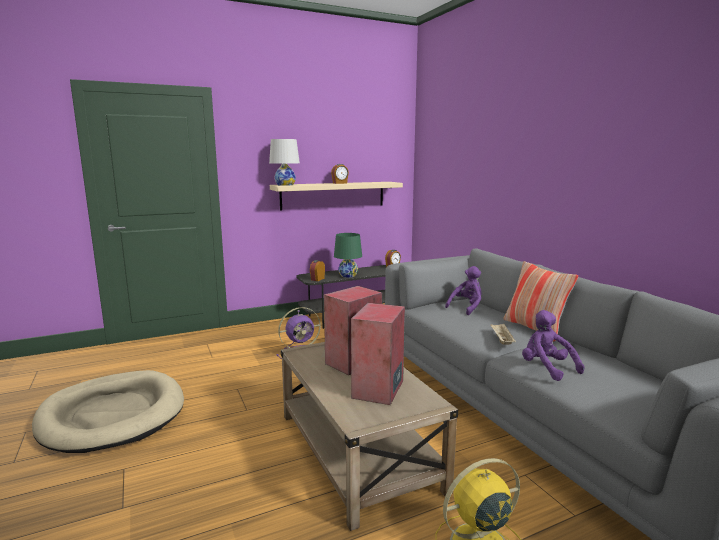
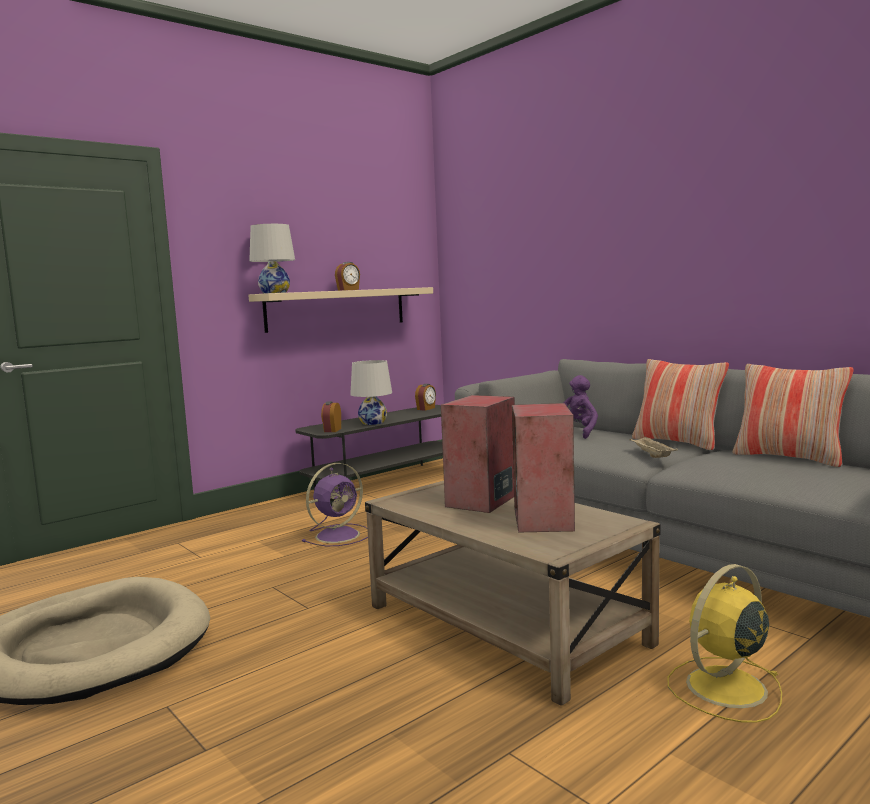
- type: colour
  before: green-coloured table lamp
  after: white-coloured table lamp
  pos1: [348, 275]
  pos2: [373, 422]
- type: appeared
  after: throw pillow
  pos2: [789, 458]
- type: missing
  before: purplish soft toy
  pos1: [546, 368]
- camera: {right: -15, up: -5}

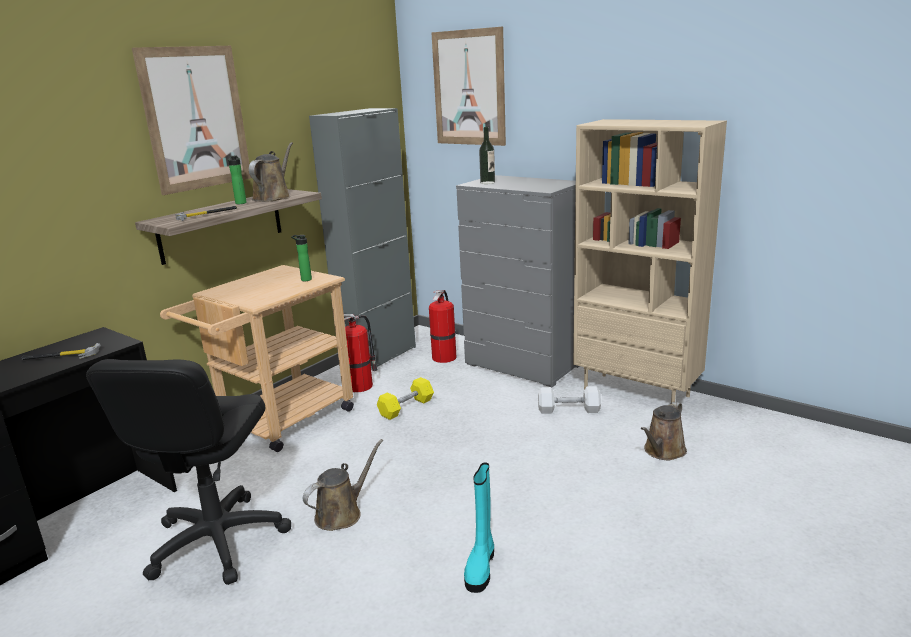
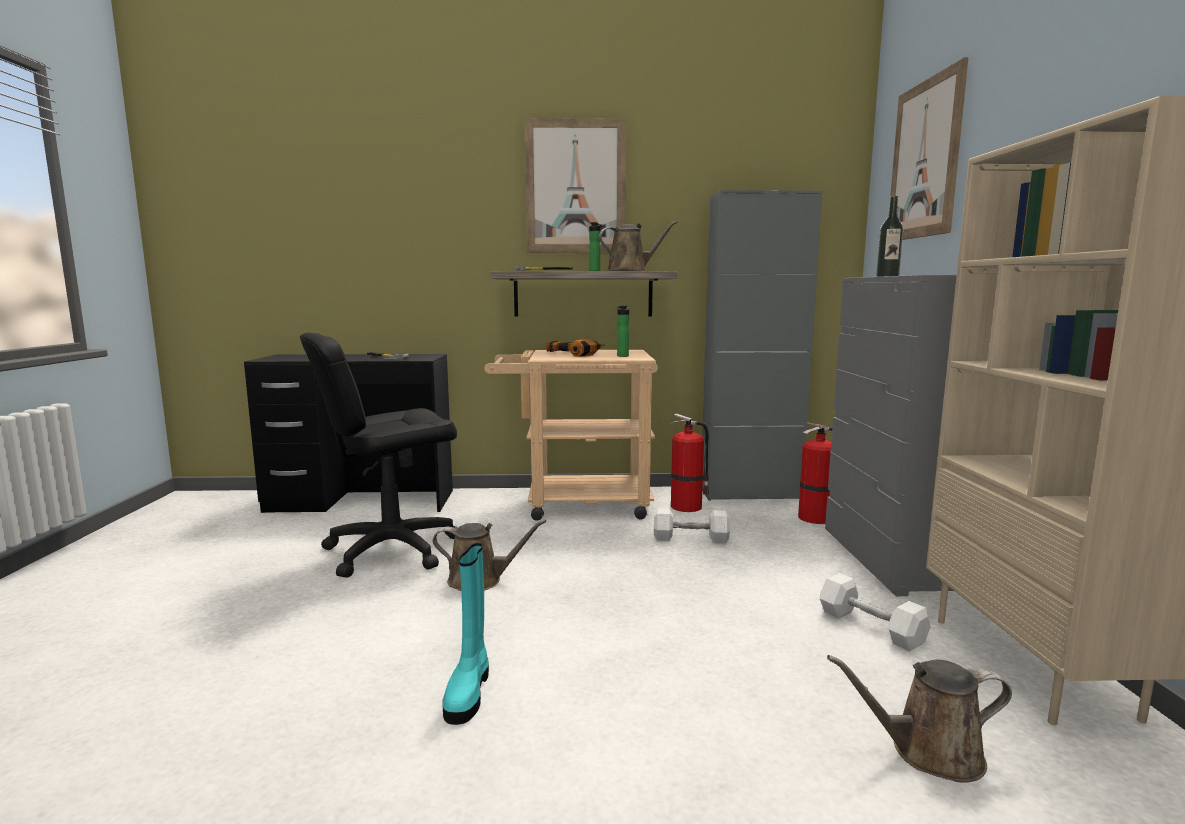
- type: spun
  before: turquoise tall boot
  pos1: [481, 567]
  pos2: [468, 692]
  turn: -60
- type: appeared
  after: electric drill
  pos2: [574, 354]
- type: colour
  before: yellowish hand weight
  after: white-coloured hand weight
  pos1: [406, 407]
  pos2: [690, 538]
- camera: {right: 50, up: -10}

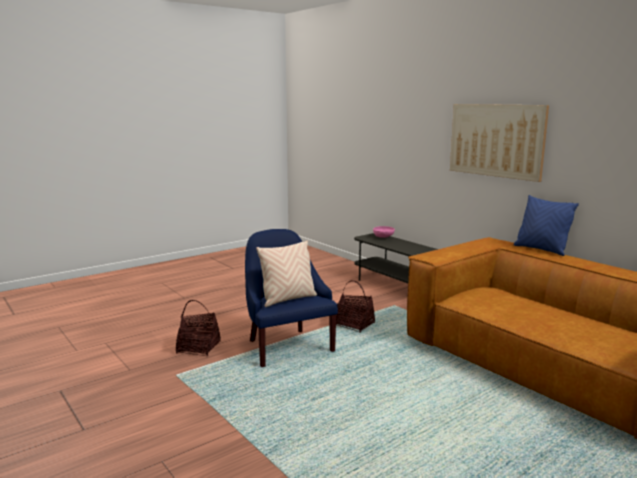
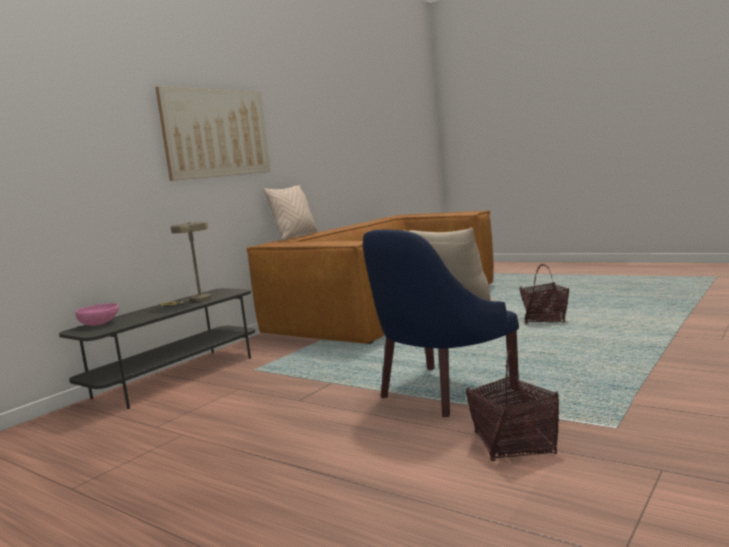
- type: appeared
  after: sand-coloured table lamp
  pos2: [196, 301]
- type: colour
  before: blue-coloured throw pillow
  after: sand-coloured throw pillow
  pos1: [541, 250]
  pos2: [295, 237]
- type: relocated
  before: basket
  pos1: [354, 325]
  pos2: [545, 319]
- camera: {right: -105, up: -5}

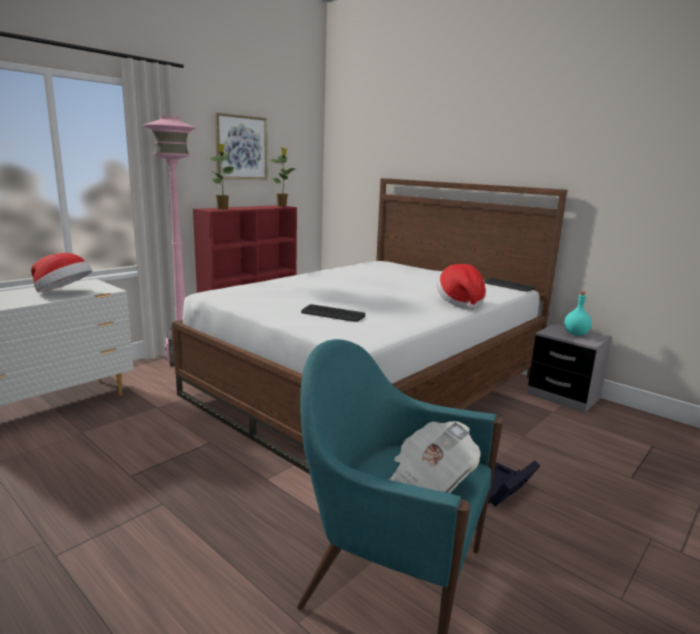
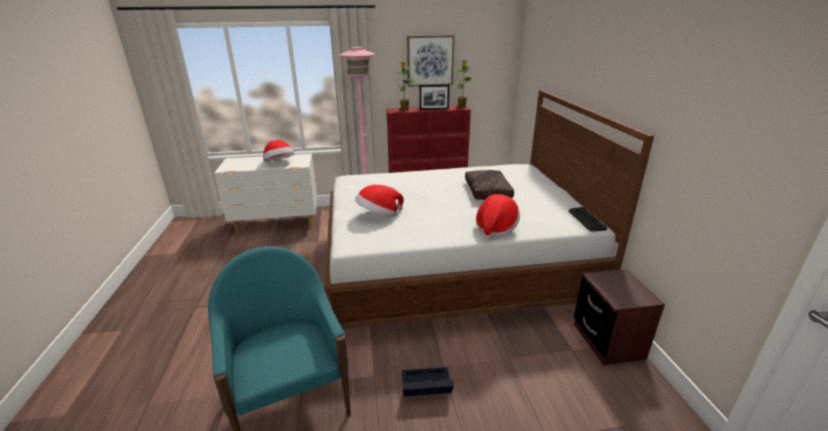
- type: exchanged
  before: computer keyboard
  after: clothing hat
  pos1: [332, 314]
  pos2: [379, 215]
- type: appeared
  after: standing frame
  pos2: [434, 109]
- type: appeared
  after: brown throw pillow
  pos2: [488, 191]
- type: colour
  before: greyish nightstand
  after: brown nightstand
  pos1: [563, 396]
  pos2: [607, 341]
- type: missing
  before: daily paper
  pos1: [428, 481]
- type: missing
  before: turquoise bottle
  pos1: [575, 334]
- camera: {right: 40, up: 10}

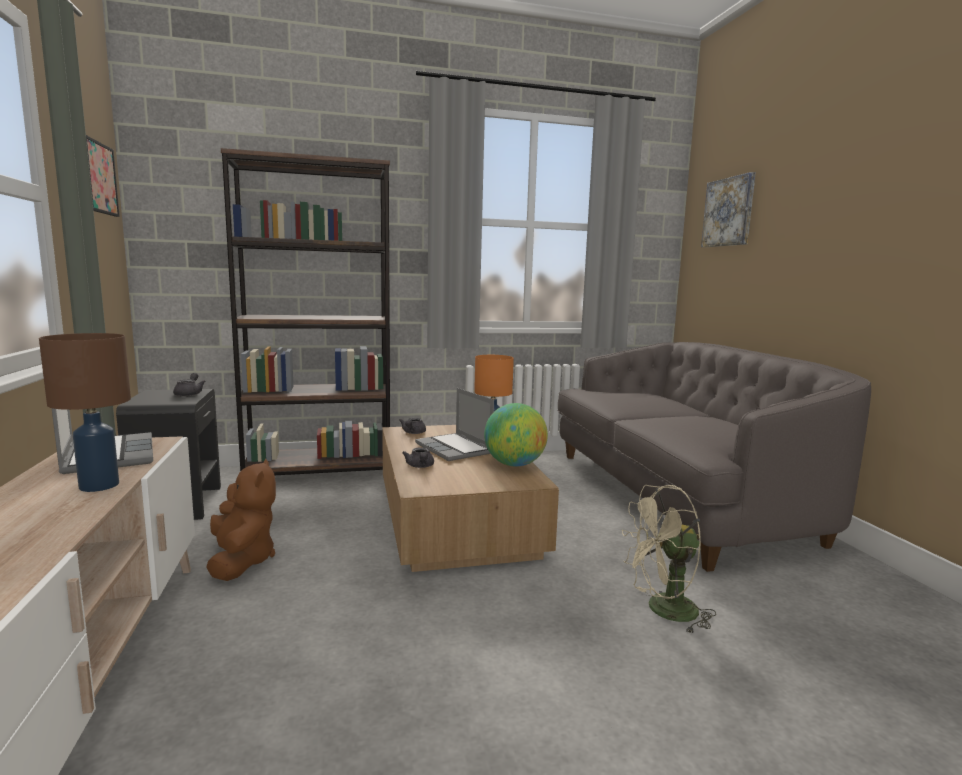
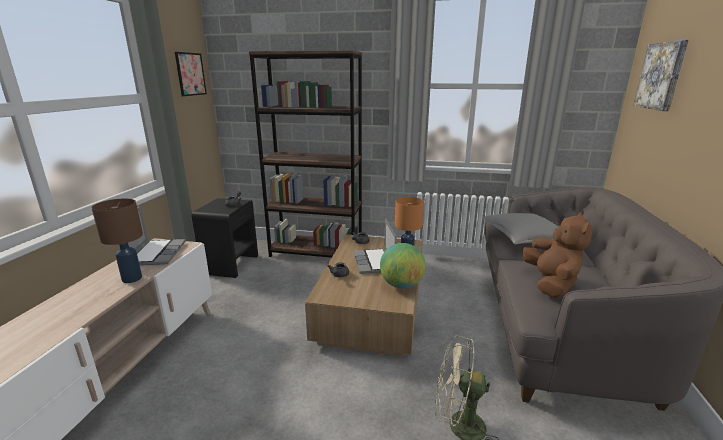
- type: appeared
  after: greyish throw pillow
  pos2: [523, 237]
- type: relocated
  before: brown soft toy
  pos1: [241, 561]
  pos2: [550, 283]
- camera: {right: 25, up: 10}

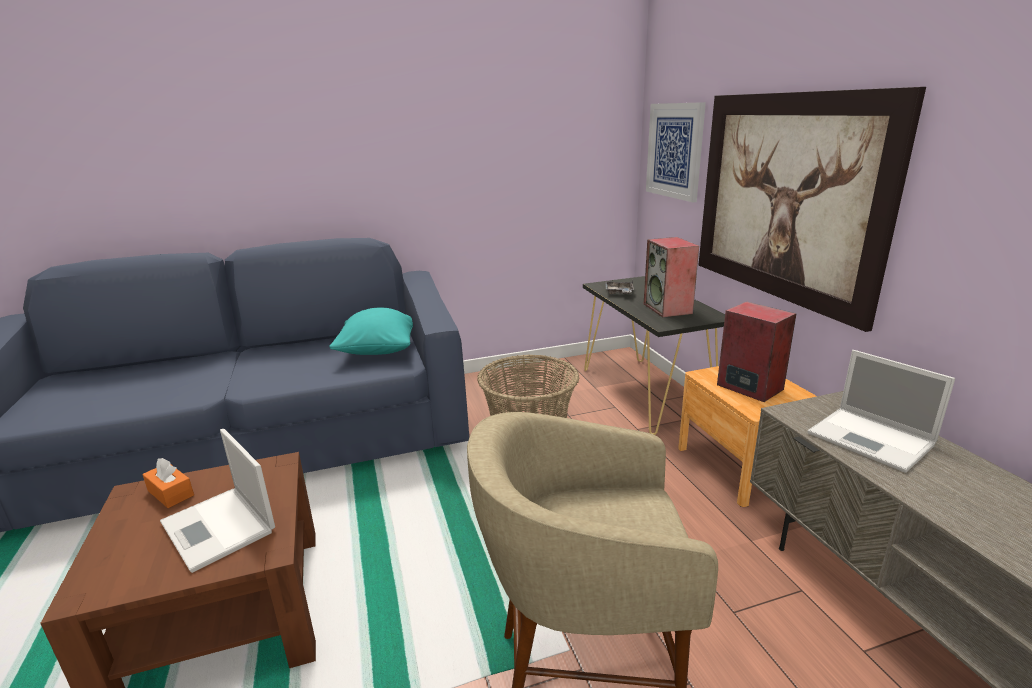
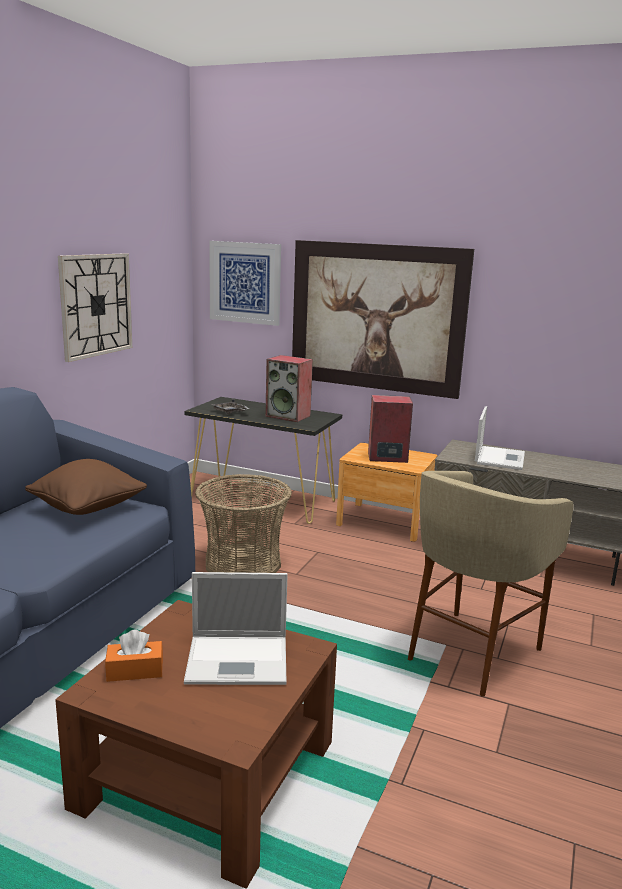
- type: colour
  before: turquoise throw pillow
  after: brown throw pillow
  pos1: [378, 352]
  pos2: [88, 509]
- type: appeared
  after: hanging clock
  pos2: [96, 305]
- type: spun
  before: portable computer
  pos1: [872, 439]
  pos2: [499, 458]
  turn: -75
- camera: {right: -50, up: -5}

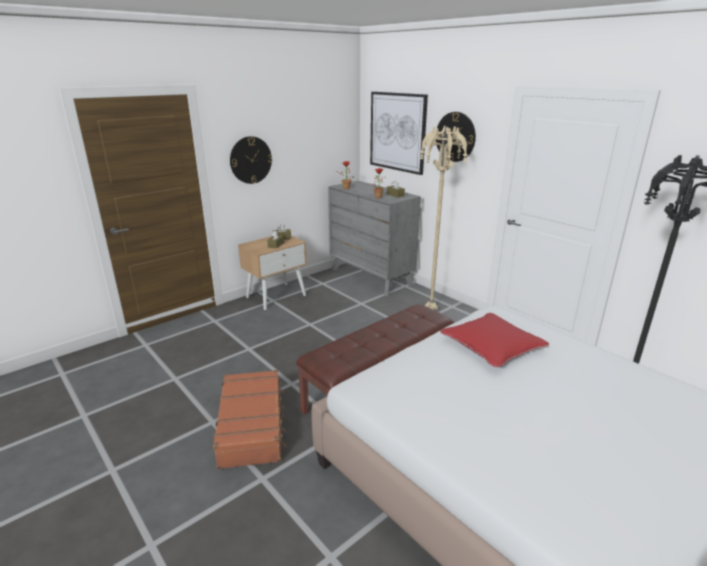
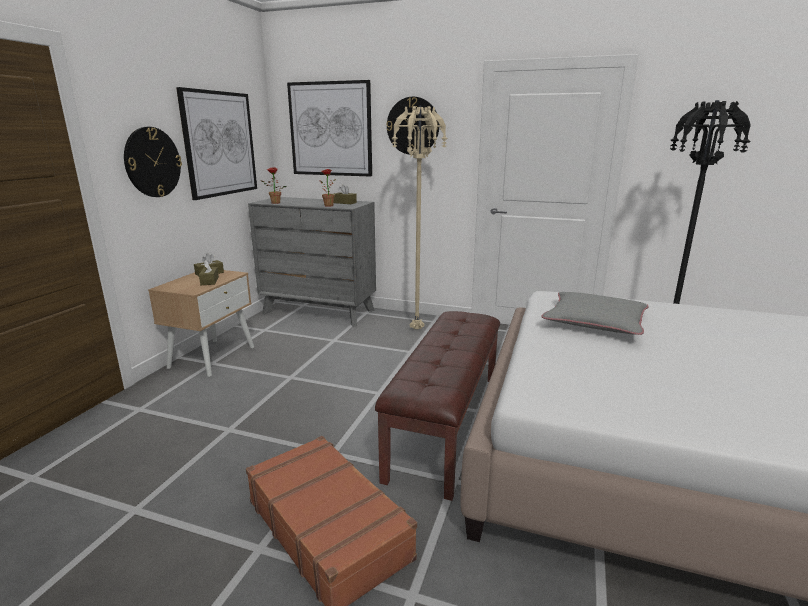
- type: appeared
  after: wall art
  pos2: [220, 144]
- type: colour
  before: red throw pillow
  after: greyish throw pillow
  pos1: [492, 345]
  pos2: [594, 321]
- camera: {right: -30, up: -5}

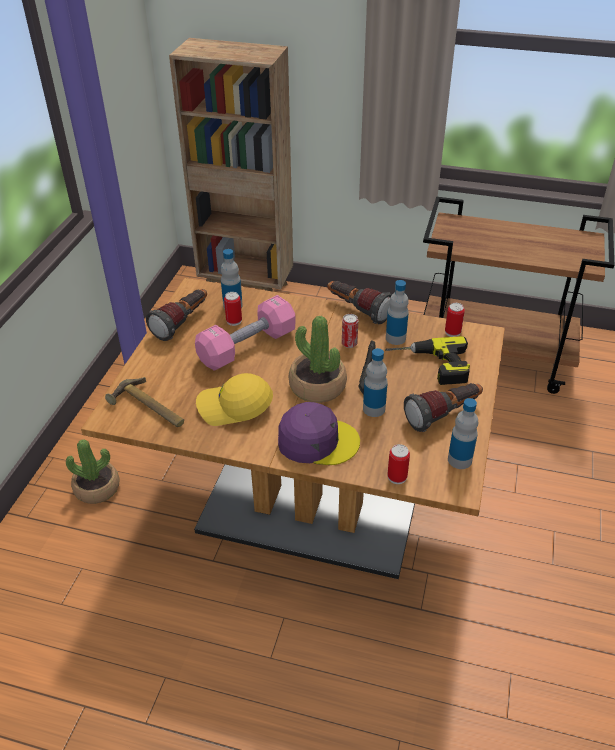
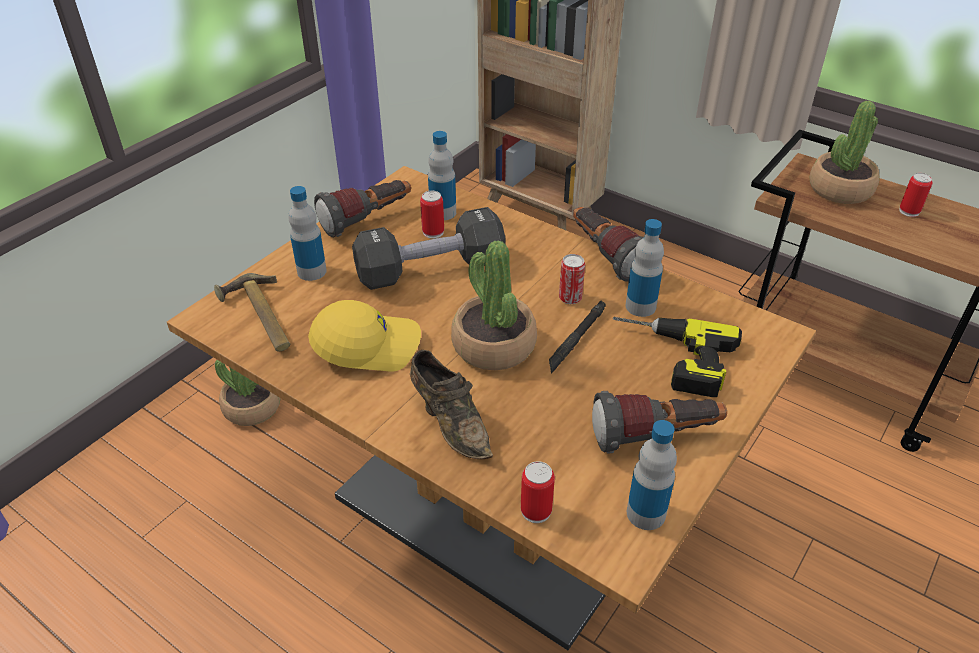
- type: relocated
  before: bottle
  pos1: [374, 409]
  pos2: [312, 271]
- type: spun
  before: yellowish baseball cap
  pos1: [234, 407]
  pos2: [367, 345]
  turn: 150
- type: colour
  before: pink-coloured hand weight
  after: blackish hand weight
  pos1: [247, 347]
  pos2: [430, 269]
- type: exchanged
  before: purplish baseball cap
  after: brown low shoe
  pos1: [317, 441]
  pos2: [450, 422]
- type: appeared
  after: plant in a pot
  pos2: [840, 189]
- type: relocated
  before: can
  pos1: [452, 332]
  pos2: [909, 211]
- camera: {right: 20, up: 0}

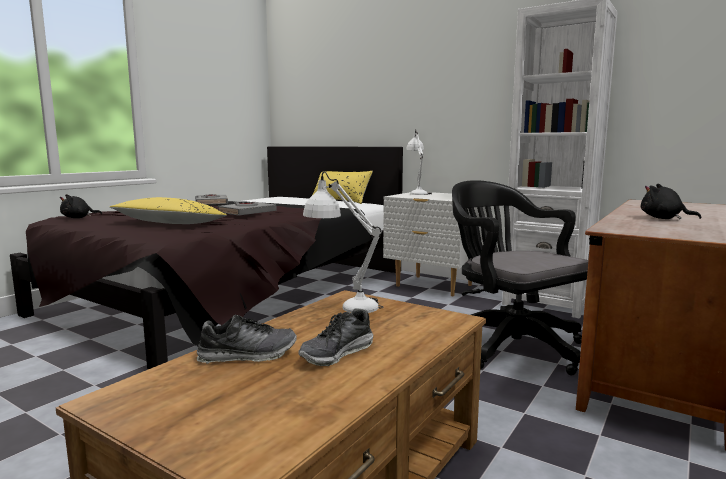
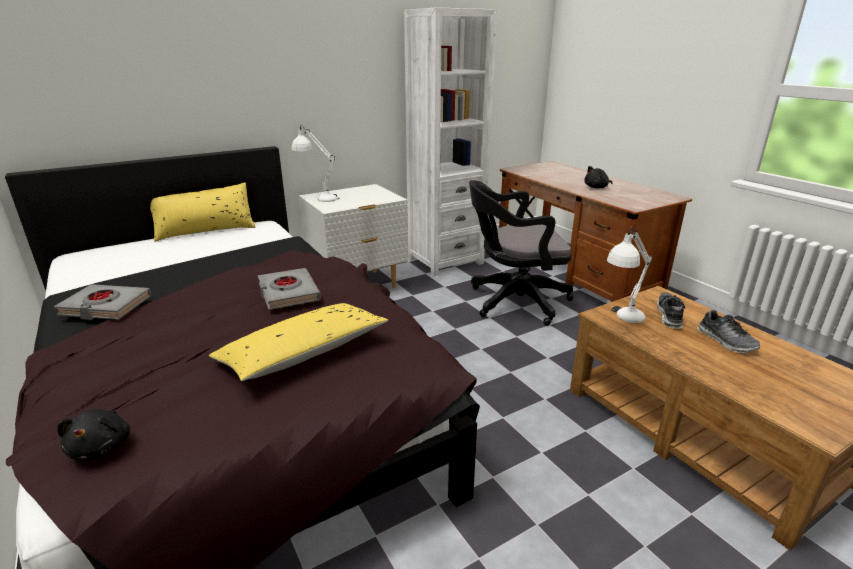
- type: relocated
  before: low shoe
  pos1: [247, 355]
  pos2: [669, 315]
- camera: {right: -65, up: 15}

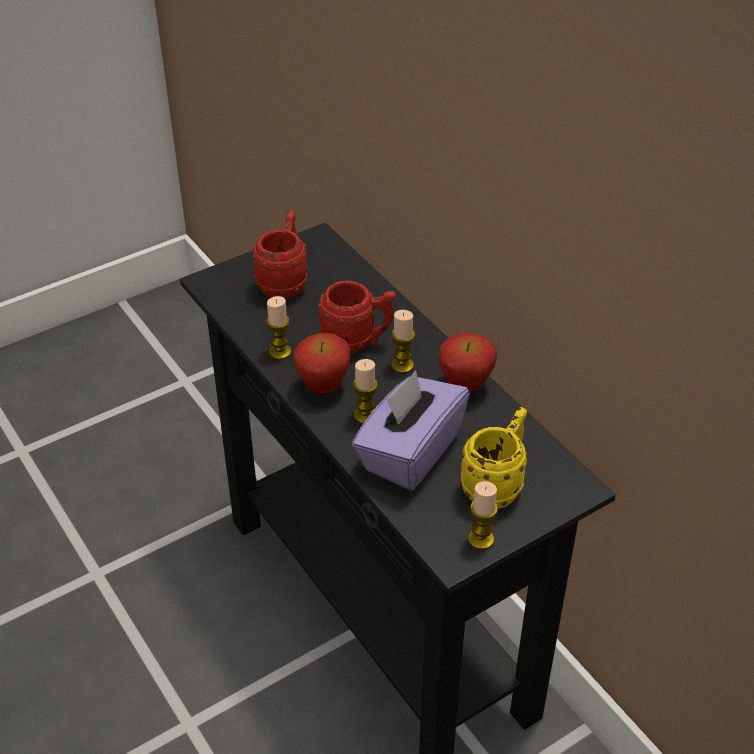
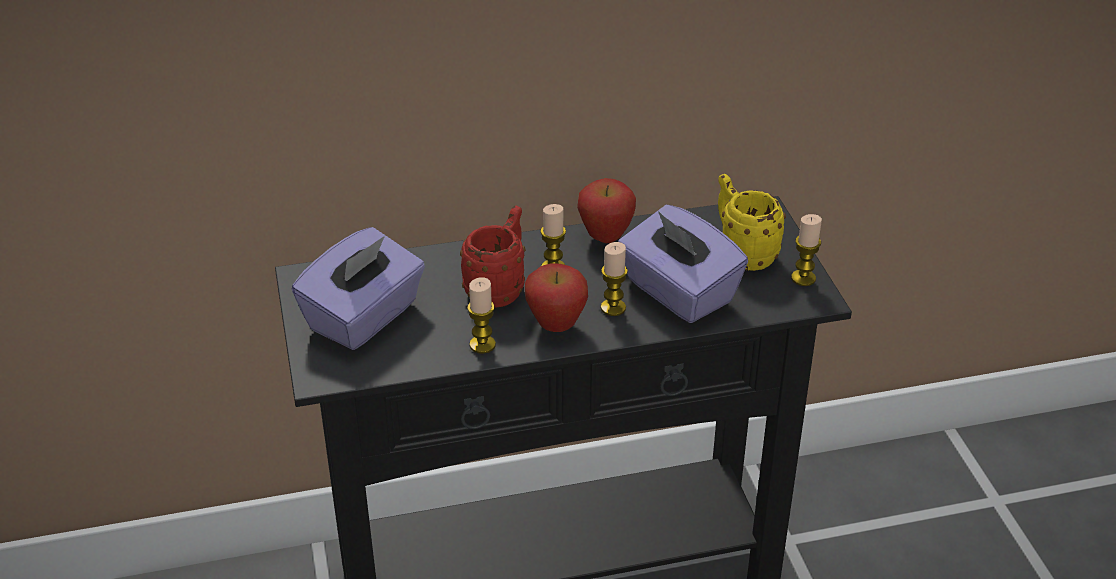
- type: exchanged
  before: red coffee mug
  after: purplish box of tissues
  pos1: [284, 282]
  pos2: [364, 317]
- camera: {right: -70, up: -5}

